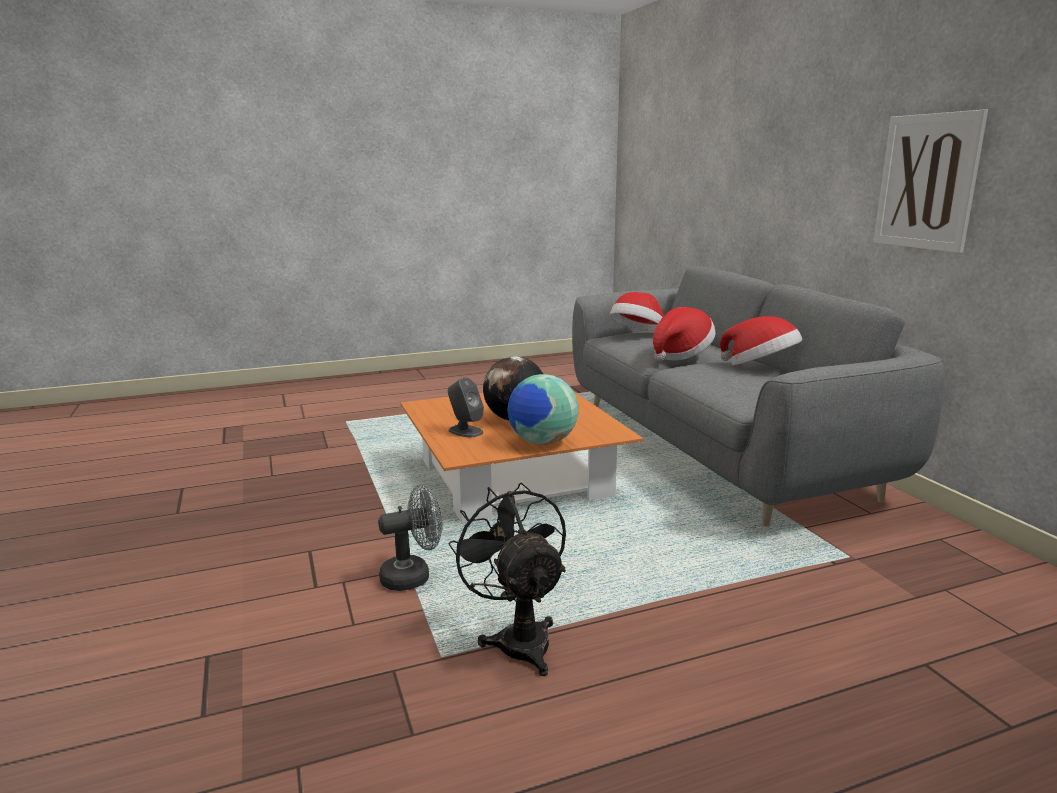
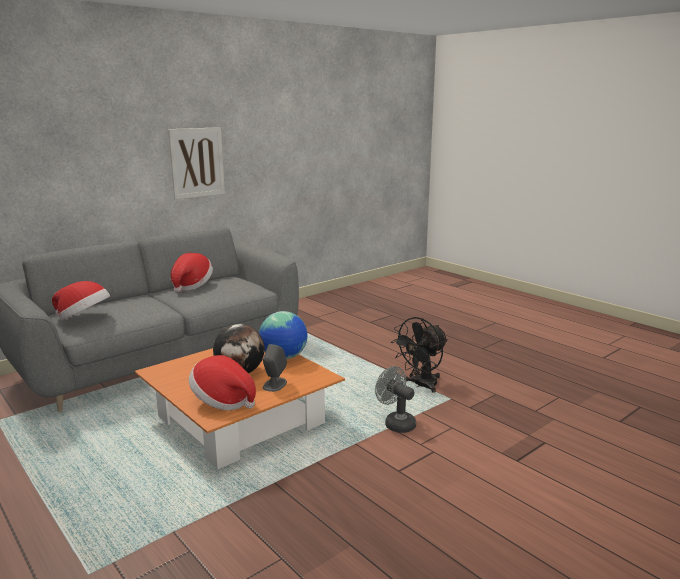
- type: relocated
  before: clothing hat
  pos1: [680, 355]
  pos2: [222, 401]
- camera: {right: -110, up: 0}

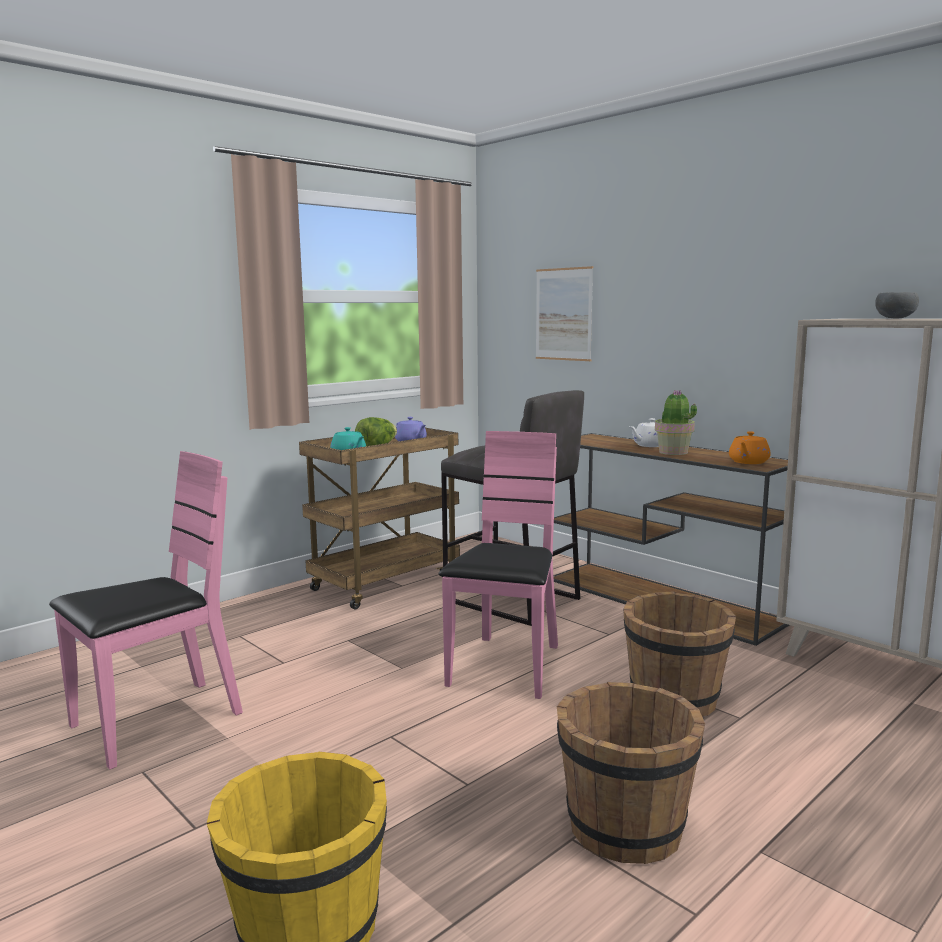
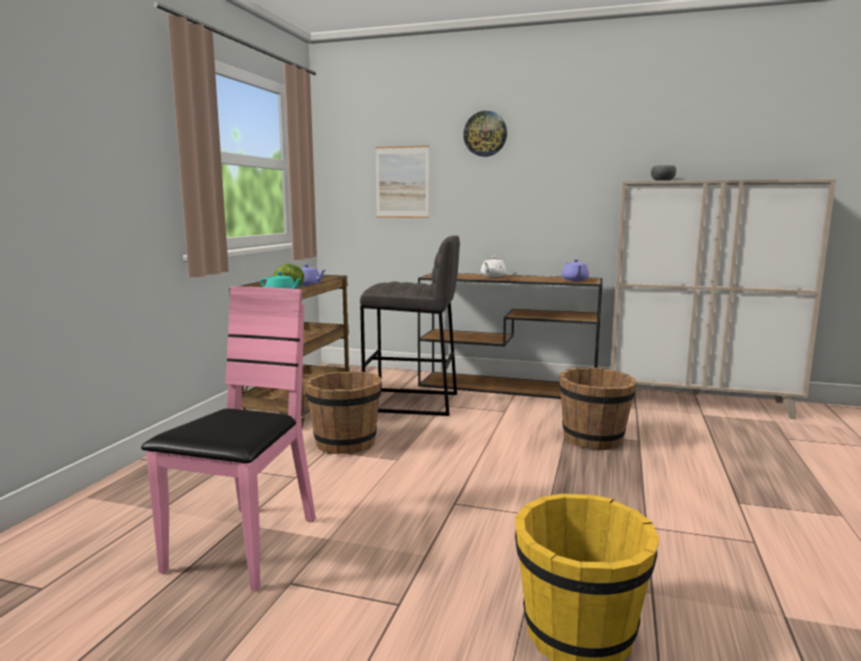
- type: relocated
  before: brown bucket
  pos1: [625, 827]
  pos2: [345, 443]
- type: appeared
  after: hanging clock
  pos2: [485, 134]
- type: colour
  before: orange-coloured tea pot
  after: purplish tea pot
  pos1: [748, 462]
  pos2: [575, 280]
- type: missing
  before: pink-coloured chair
  pos1: [506, 666]
- type: missing
  before: plant in a pot
  pos1: [673, 452]
- camera: {right: -30, up: 0}

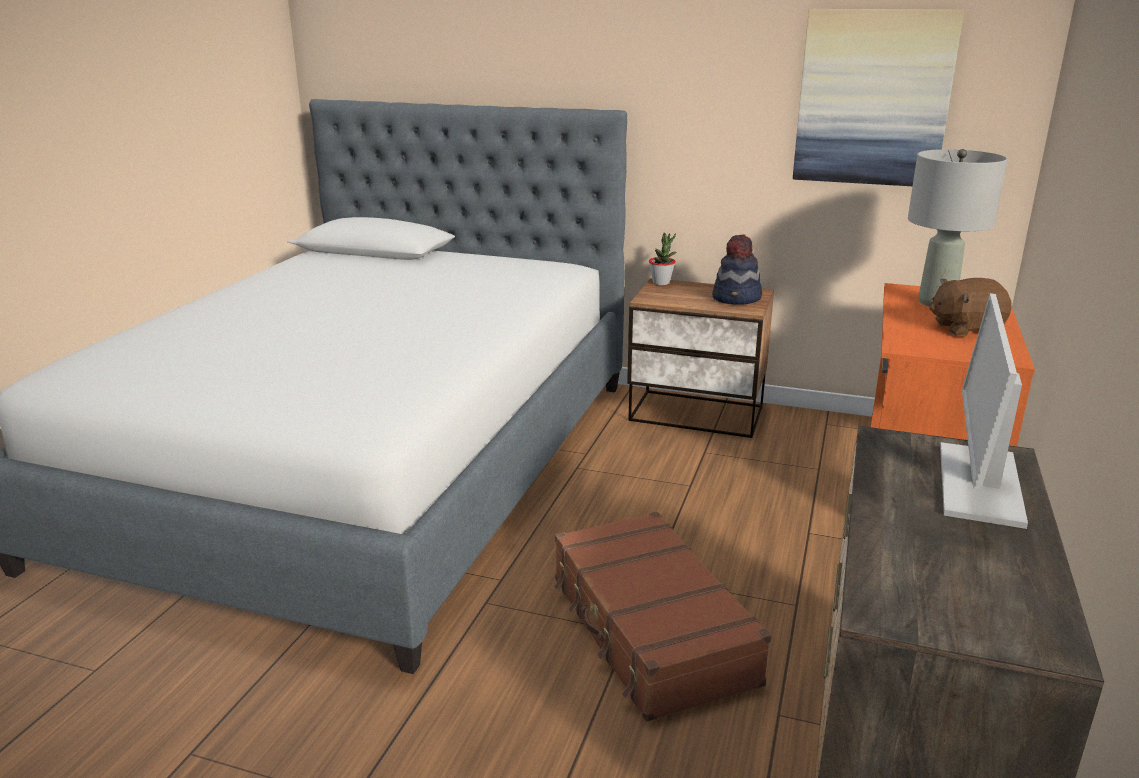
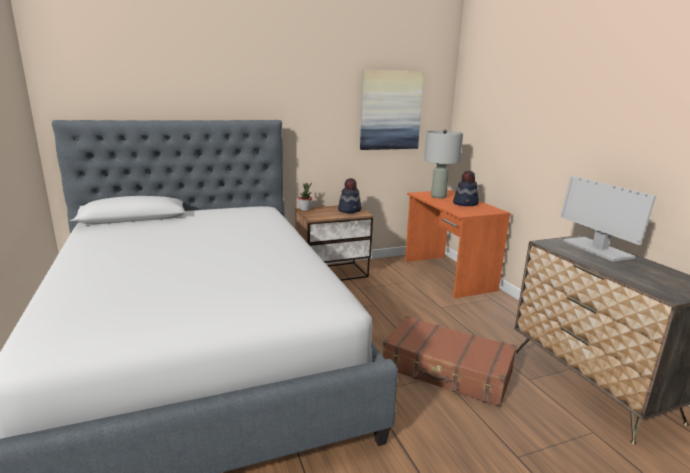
- type: exchanged
  before: brown soft toy
  after: clothing hat
  pos1: [965, 329]
  pos2: [465, 203]
- camera: {right: -40, up: -5}

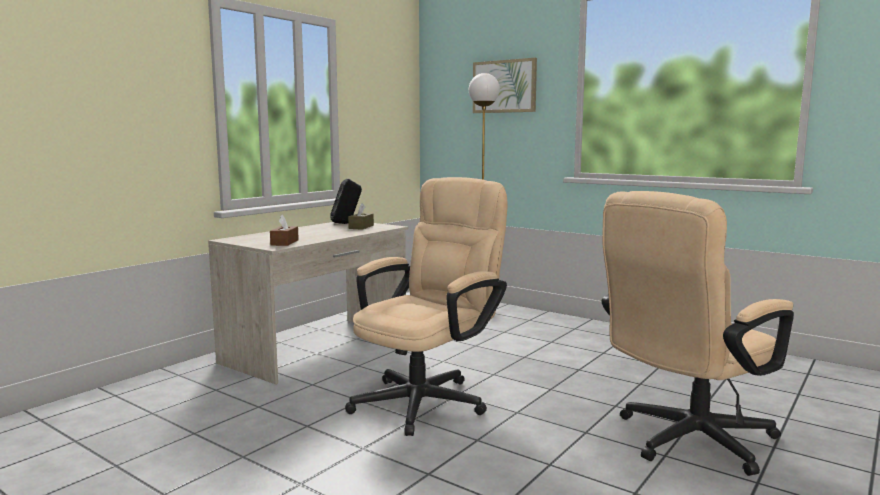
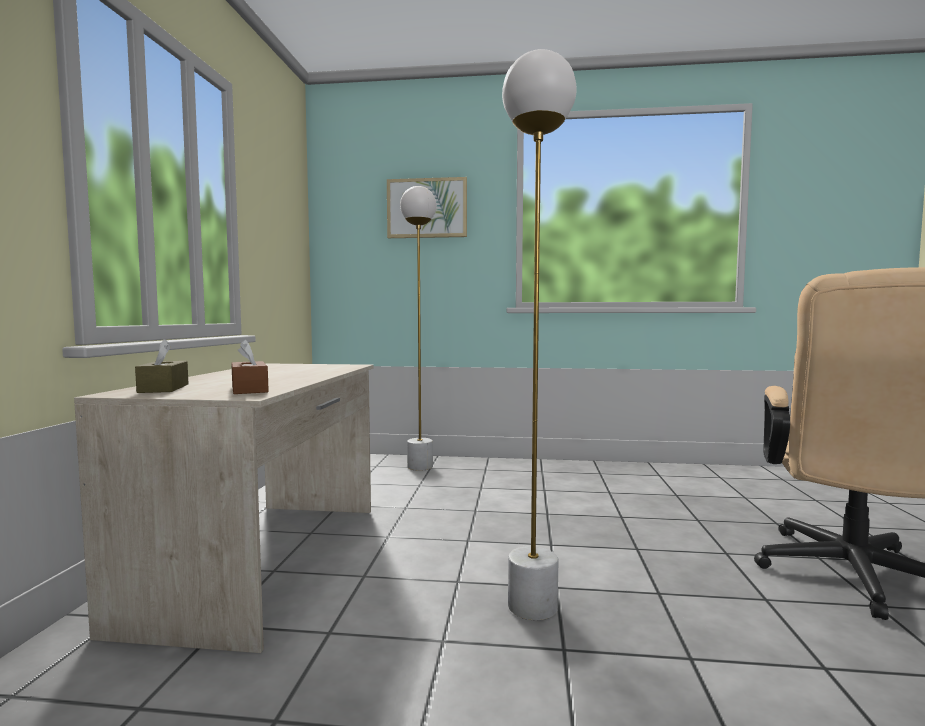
- type: relocated
  before: brown box of tissues
  pos1: [361, 227]
  pos2: [164, 388]
- type: exchanged
  before: sand-coloured office chair
  after: white-coloured floor lamp
  pos1: [428, 399]
  pos2: [532, 606]
- type: missing
  before: blackish loudspeaker
  pos1: [346, 223]
- camera: {right: -30, up: -5}

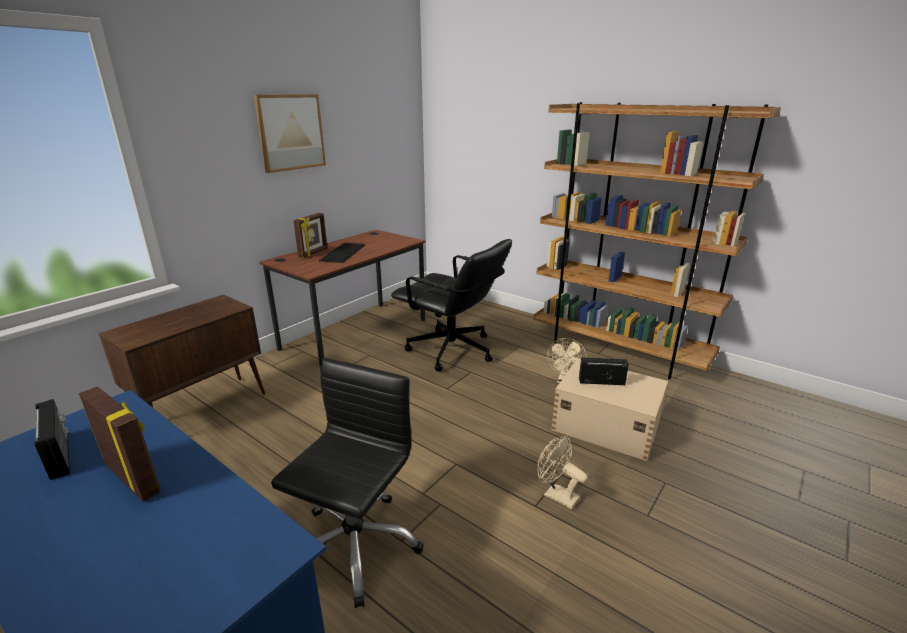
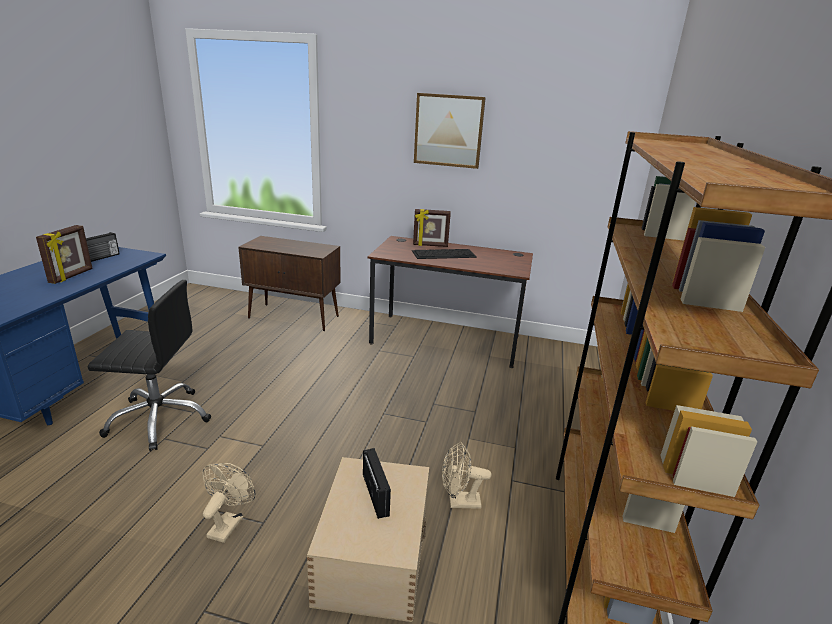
- type: missing
  before: blackish office chair
  pos1: [452, 351]
- camera: {right: 65, up: 0}

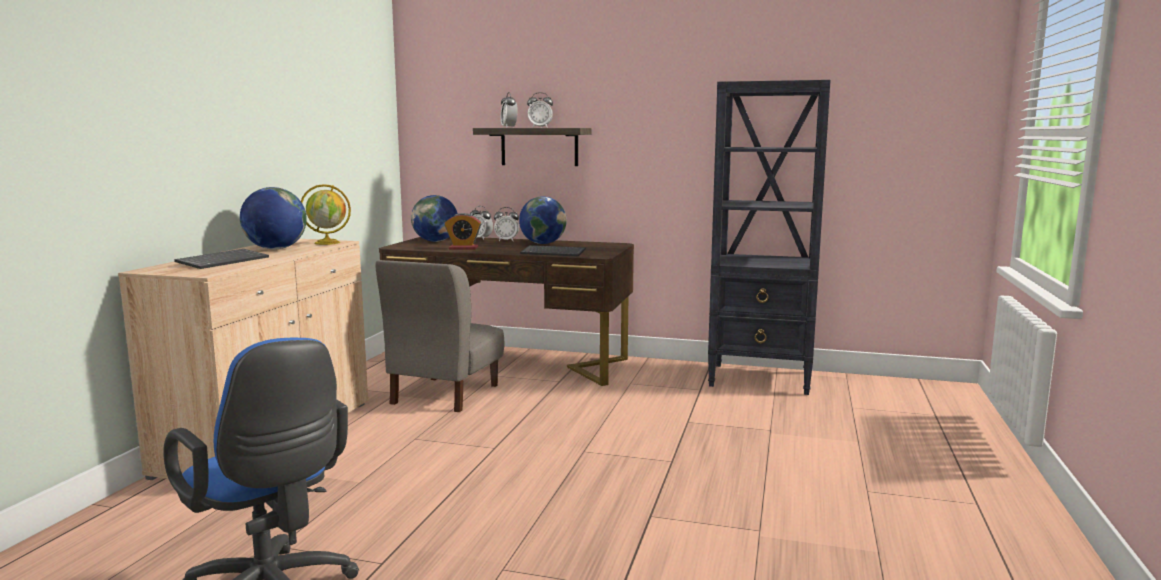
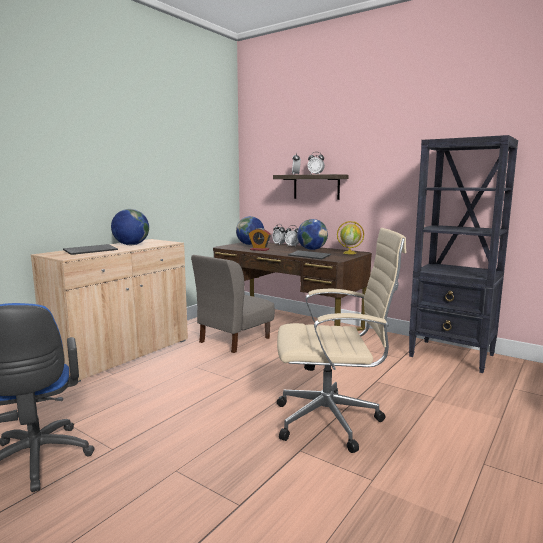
- type: appeared
  after: sand-coloured office chair
  pos2: [332, 421]
- type: relocated
  before: globe
  pos1: [328, 243]
  pos2: [350, 253]
- camera: {right: 20, up: 0}

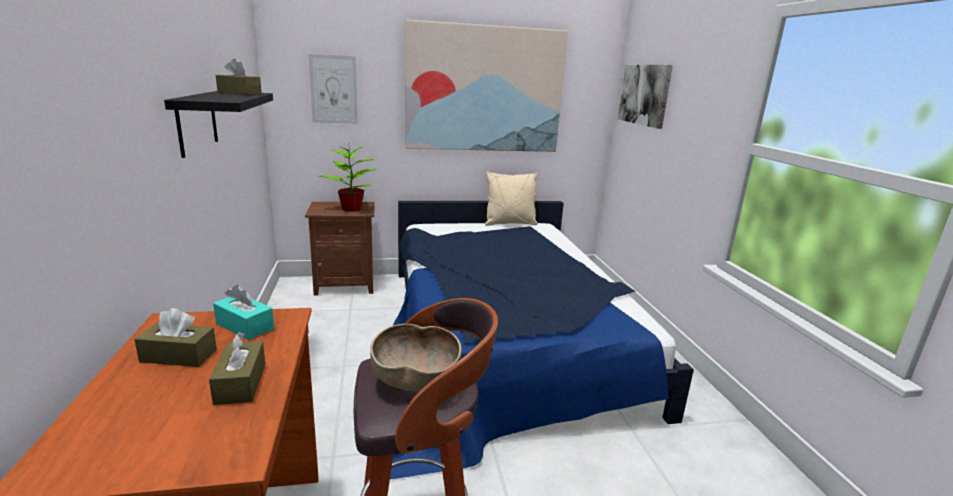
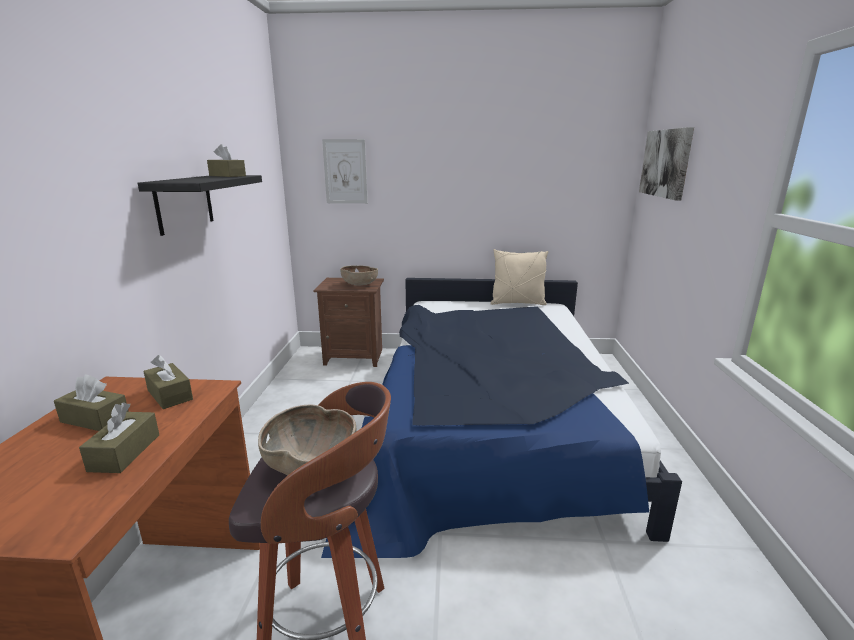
- type: colour
  before: turquoise box of tissues
  after: brown box of tissues
  pos1: [245, 326]
  pos2: [170, 395]
- type: exchanged
  before: plant in a pot
  after: brown deep dish
  pos1: [352, 209]
  pos2: [359, 285]
- type: missing
  before: wall art
  pos1: [484, 89]
- camera: {right: 15, up: 0}

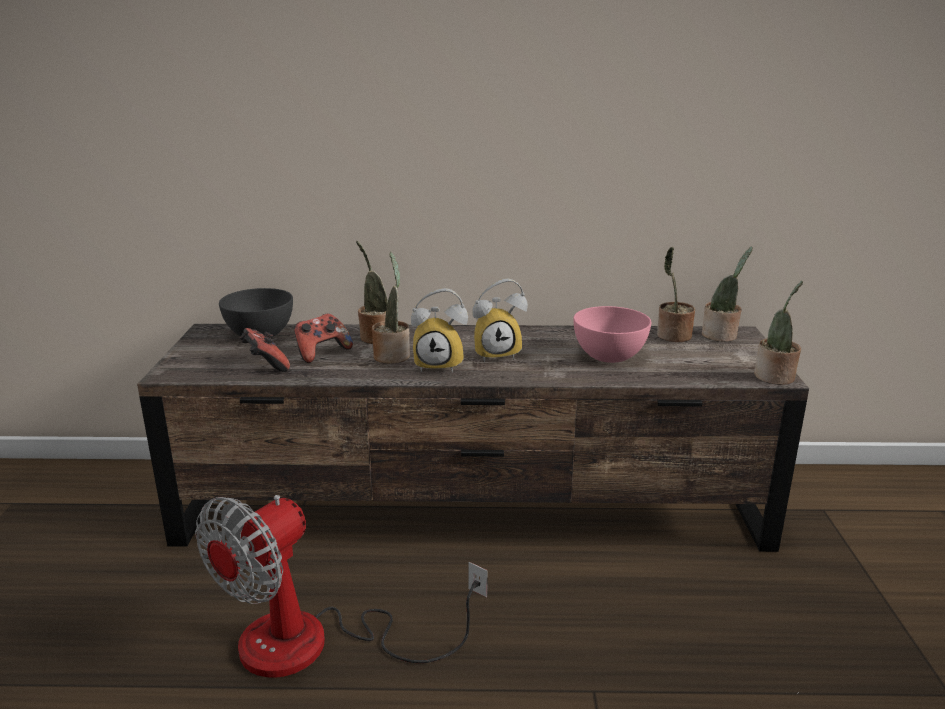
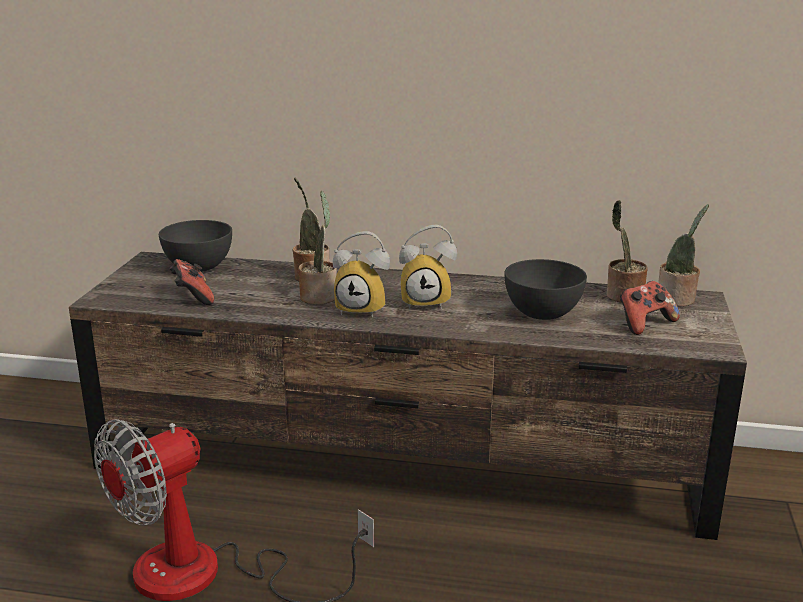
- type: colour
  before: pink-coloured deep dish
  after: greyish deep dish
  pos1: [609, 357]
  pos2: [543, 314]
- type: relocated
  before: gamepad
  pos1: [322, 353]
  pos2: [644, 324]
- type: missing
  before: plant in a pot
  pos1: [775, 378]
- camera: {right: 10, up: 0}

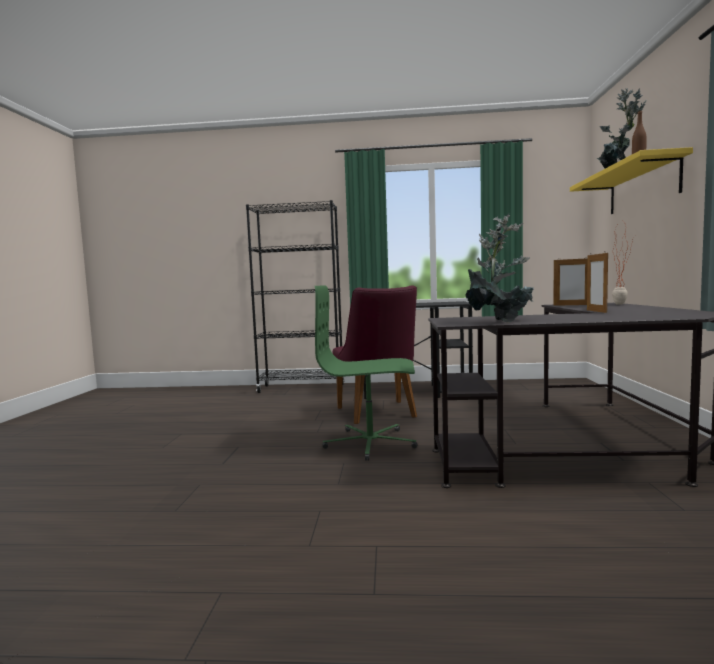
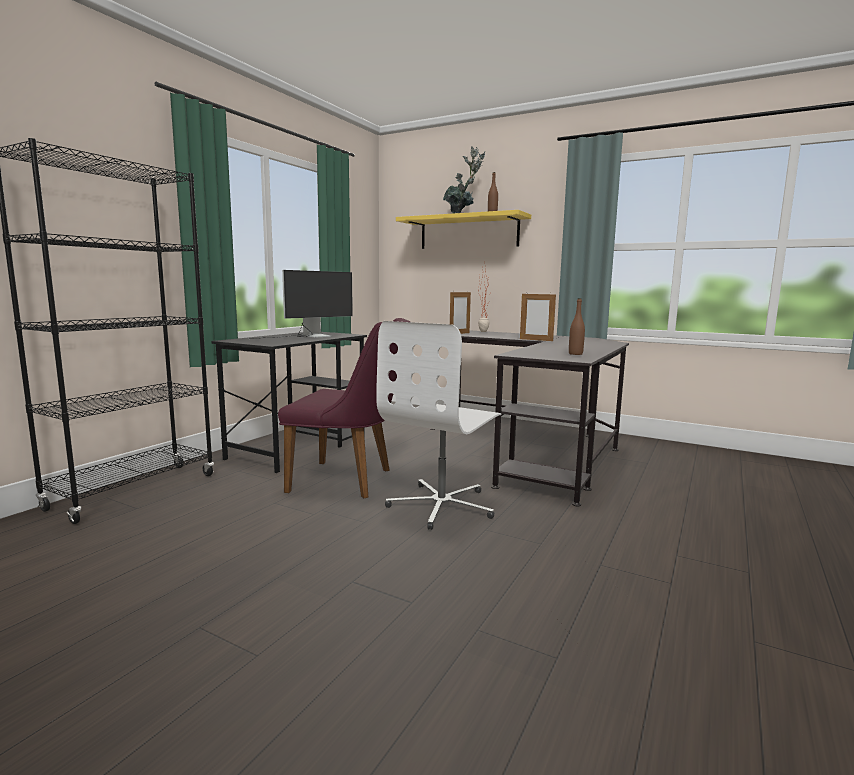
- type: appeared
  after: computer display
  pos2: [308, 336]
- type: colour
  before: green-coloured office chair
  after: white-coloured office chair
  pos1: [370, 443]
  pos2: [442, 505]
- type: exchanged
  before: plant in a pot
  after: brown bottle
  pos1: [499, 321]
  pos2: [575, 354]
- camera: {right: -65, up: 5}

